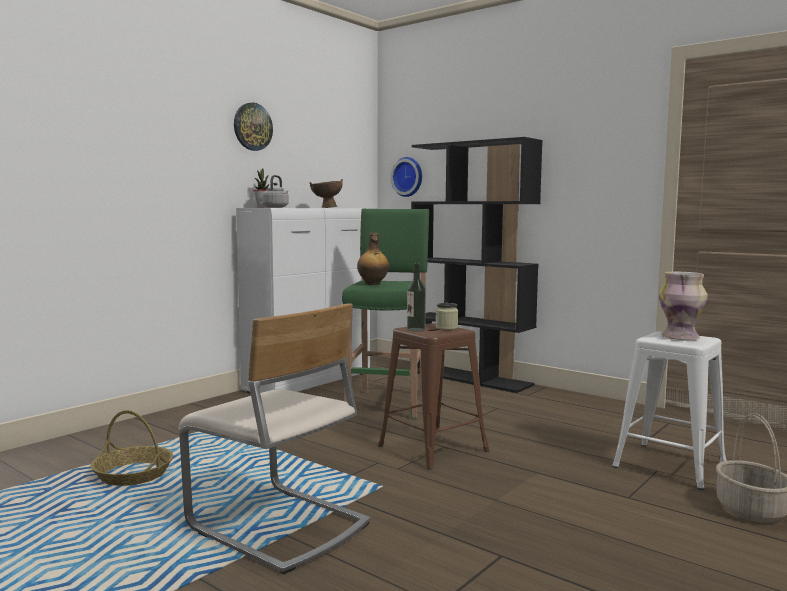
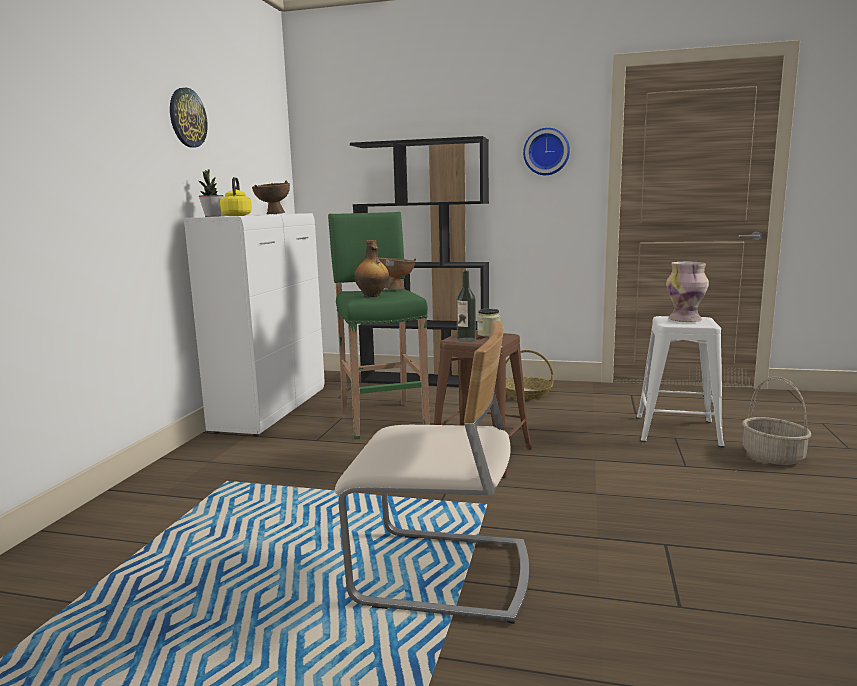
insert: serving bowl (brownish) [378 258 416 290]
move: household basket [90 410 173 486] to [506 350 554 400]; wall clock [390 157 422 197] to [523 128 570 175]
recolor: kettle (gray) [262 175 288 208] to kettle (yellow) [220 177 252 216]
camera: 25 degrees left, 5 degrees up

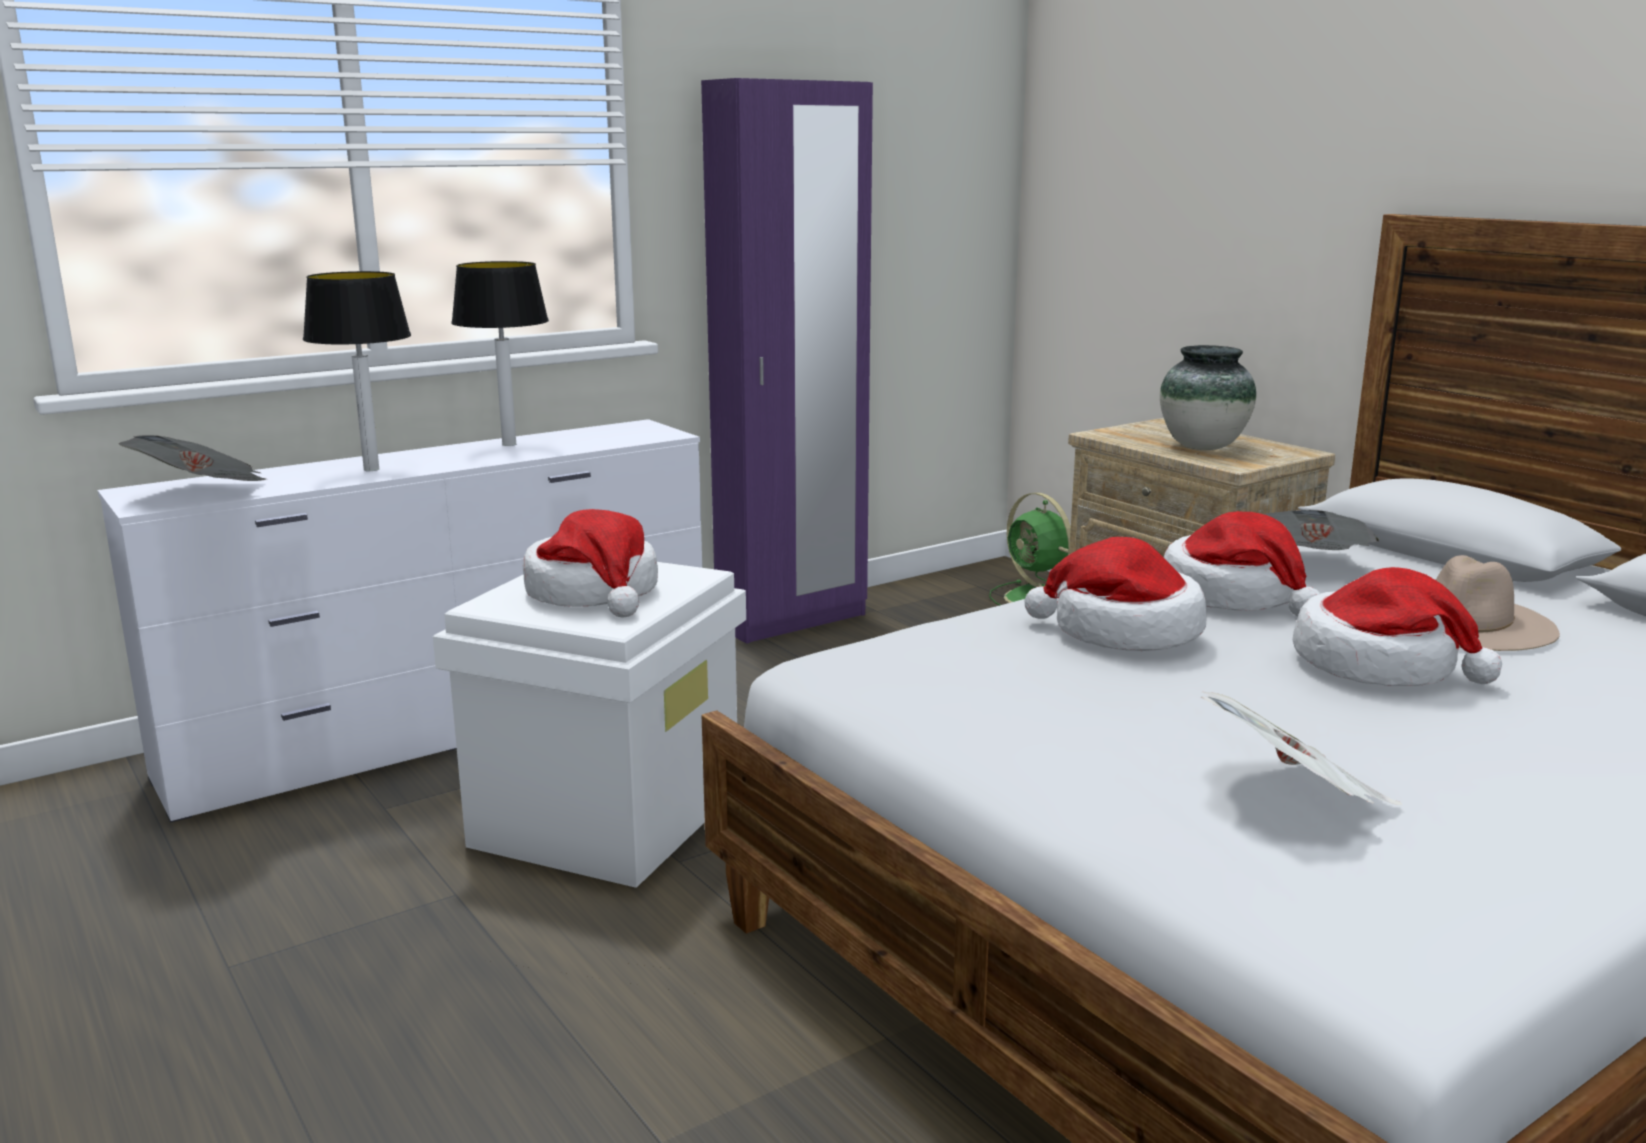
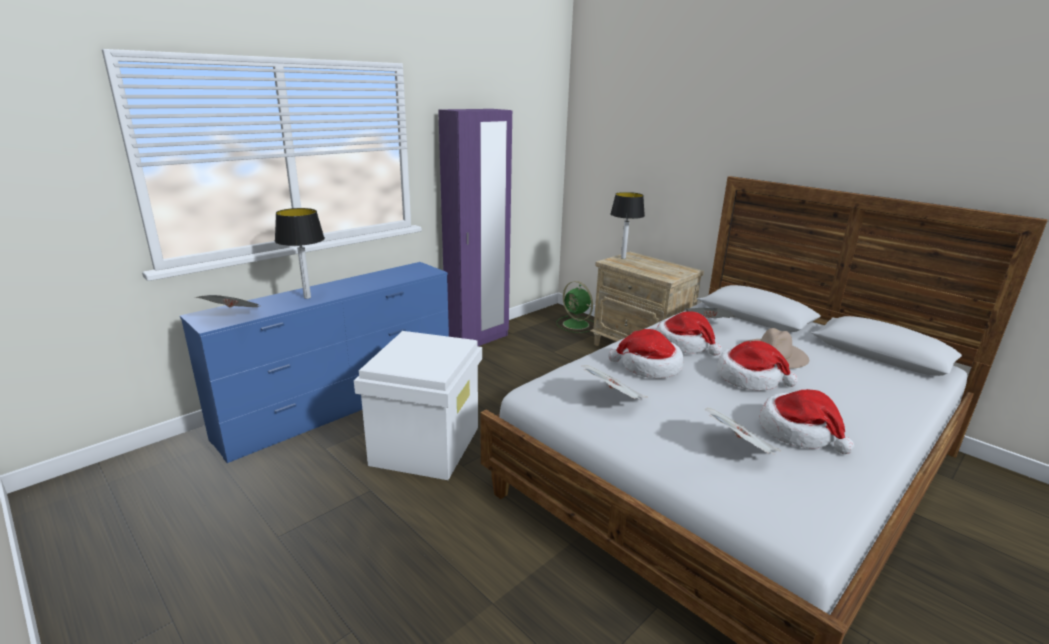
delete: decorative vase [1160 345 1256 450]
insert: daily paper [582 365 648 400]
move: tabletop lamp [451 261 549 446] to [610 192 645 259]; hat [523 509 658 618] to [759 389 854 454]
recolor: drawer chest (whitish) [97 419 702 823] to drawer chest (blue-coloured) [180 262 449 463]
camera: 10 degrees left, 5 degrees up

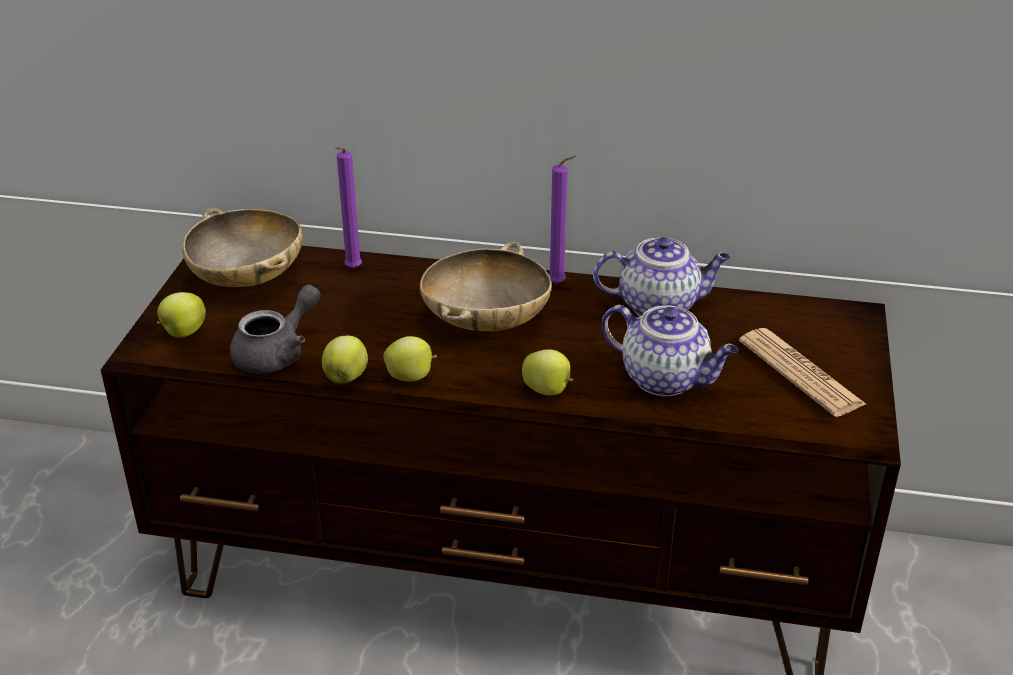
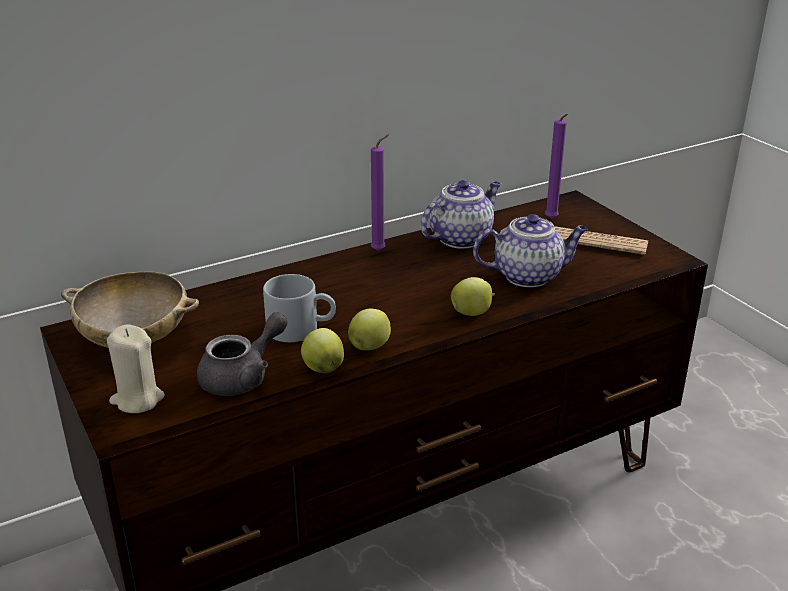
delete: serving bowl (beige-coloured) [420 242 552 331]
insert: tea mug (gray) [263 274 336 342]
move: wax light (purple-coloured) [335 147 362 269] to [545 114 568 219]
replace: apple [157 292 206 337] to wax light (beige-coloured) [107 325 165 413]
rotate: tea pot (gray) [230 284 320 373] = [197 312 288 396] 45 degrees clockwise
camera: 40 degrees left, 5 degrees down

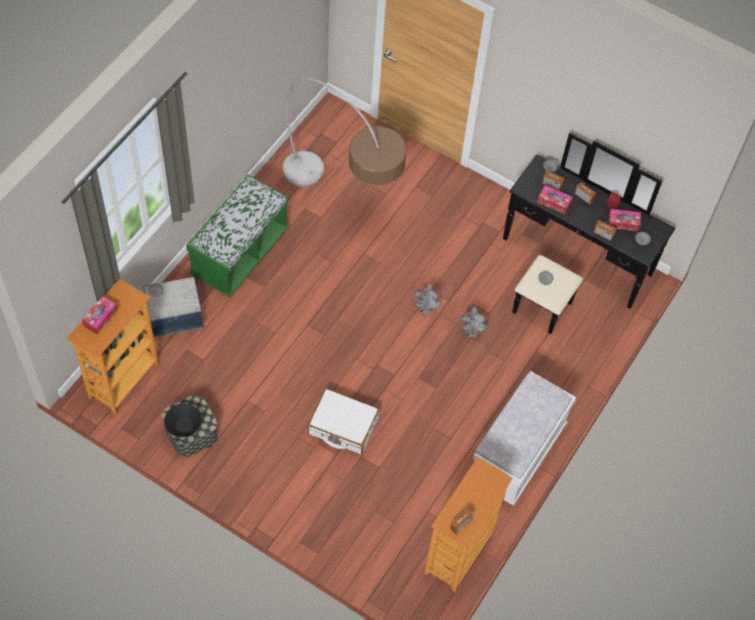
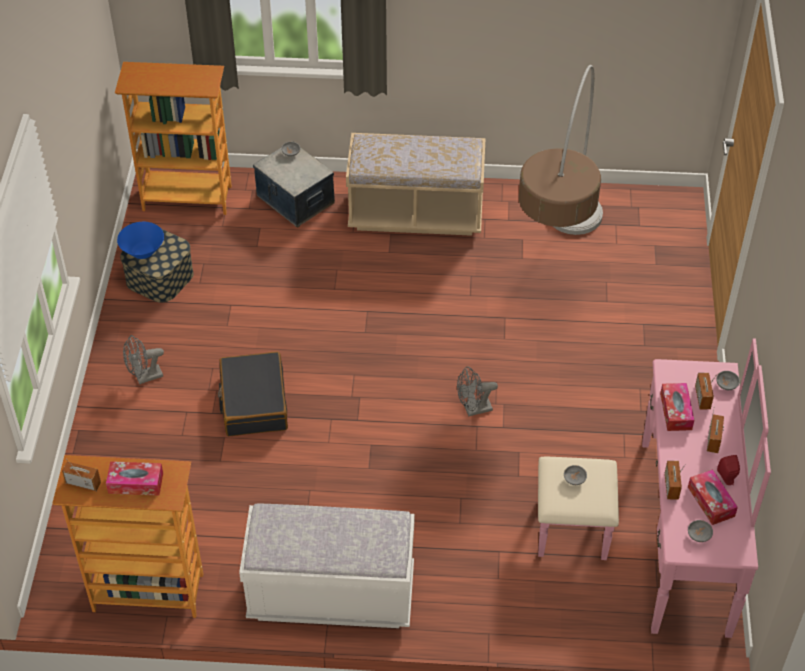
move: tissue box [82 296 118 334] to [106 461 163 496]; electric fan (gray) [458 307 489 337] to [123 335 164 384]
recolor: serving bowl (black-coloured) [164 404 202 437] to serving bowl (blue-coloured) [117 222 164 259]; indoor bench (green-coloured) [186 174 289 297] to indoor bench (beige-coloured) [346 133 486 236]; piece of luggage (whitish) [308 388 379 454] to piece of luggage (black-coloured) [218 352 288 436]; drawer chest (black-coloured) [503 133 675 334] to drawer chest (pink) [538 338 771 638]
camera: 65 degrees right, 10 degrees down

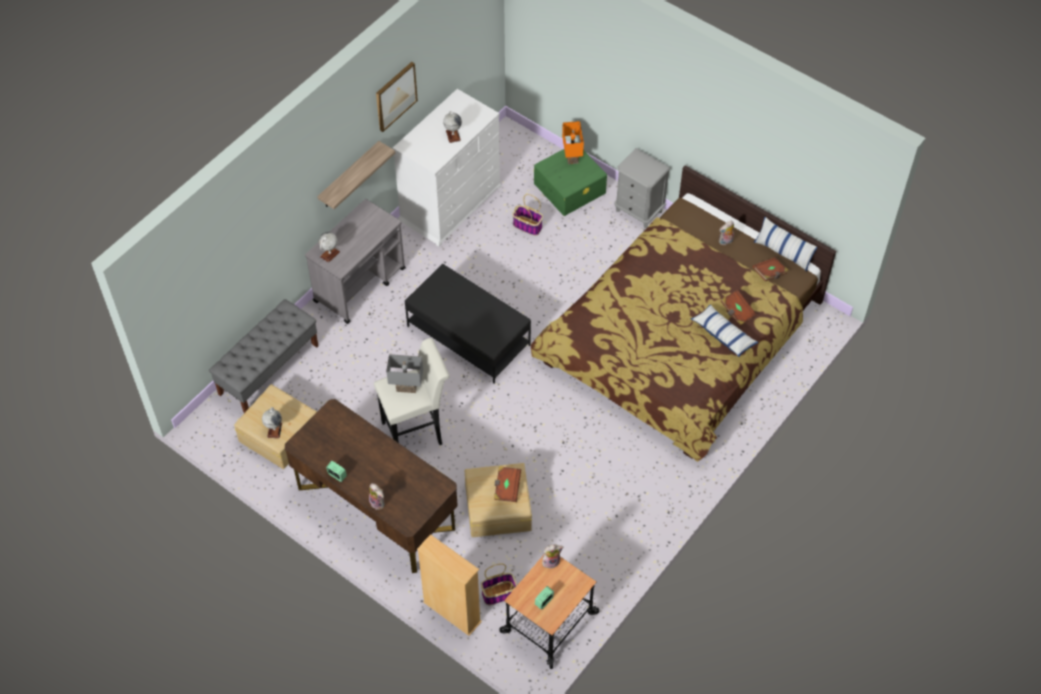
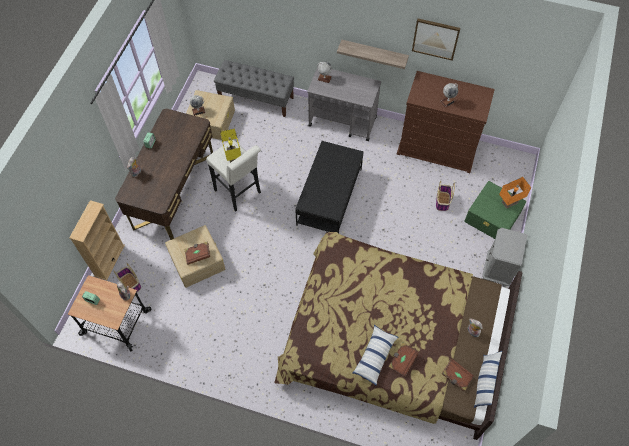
recolor: tabletop lamp (gray) [386 354 423 393] to tabletop lamp (yellow) [220 128 241 163]; drawer chest (whitish) [392 89 502 247] to drawer chest (brownish) [396 71 495 173]
camera: 70 degrees right, 5 degrees up

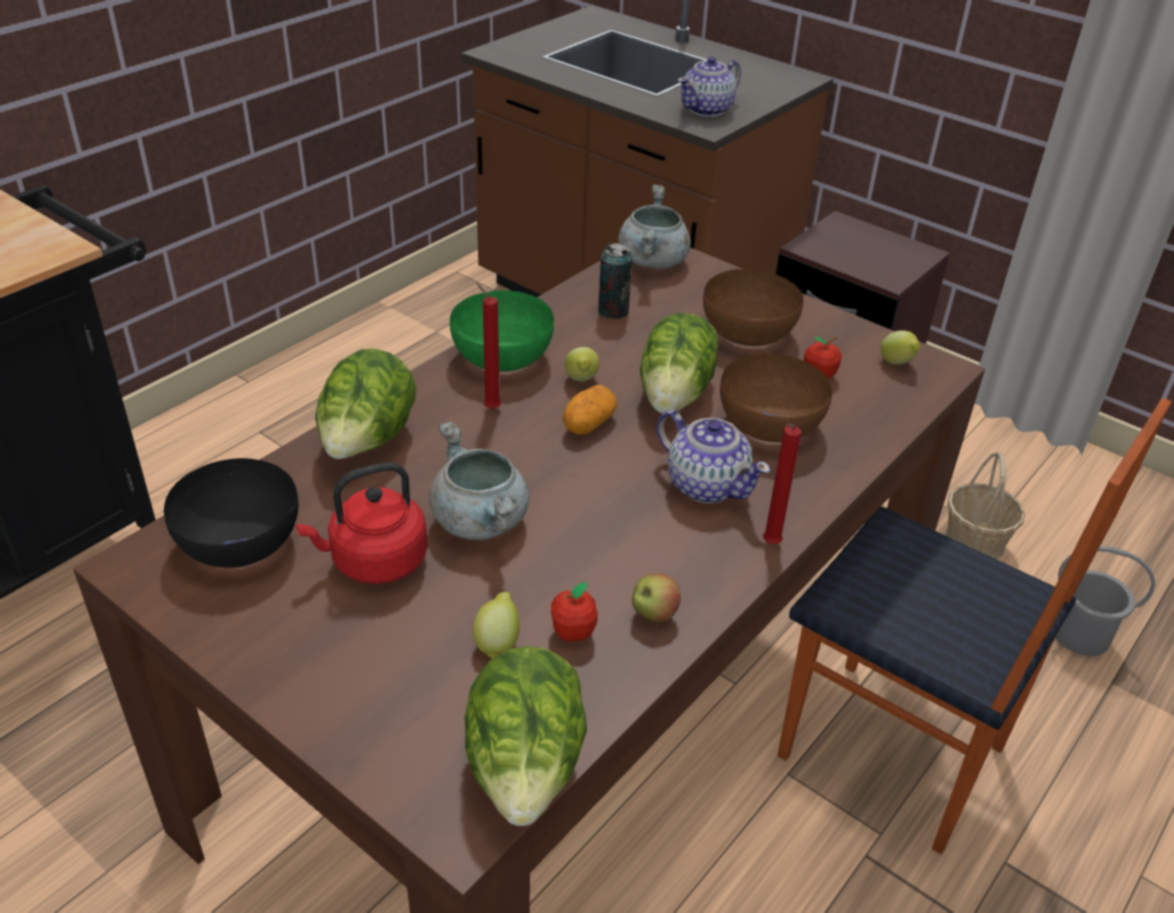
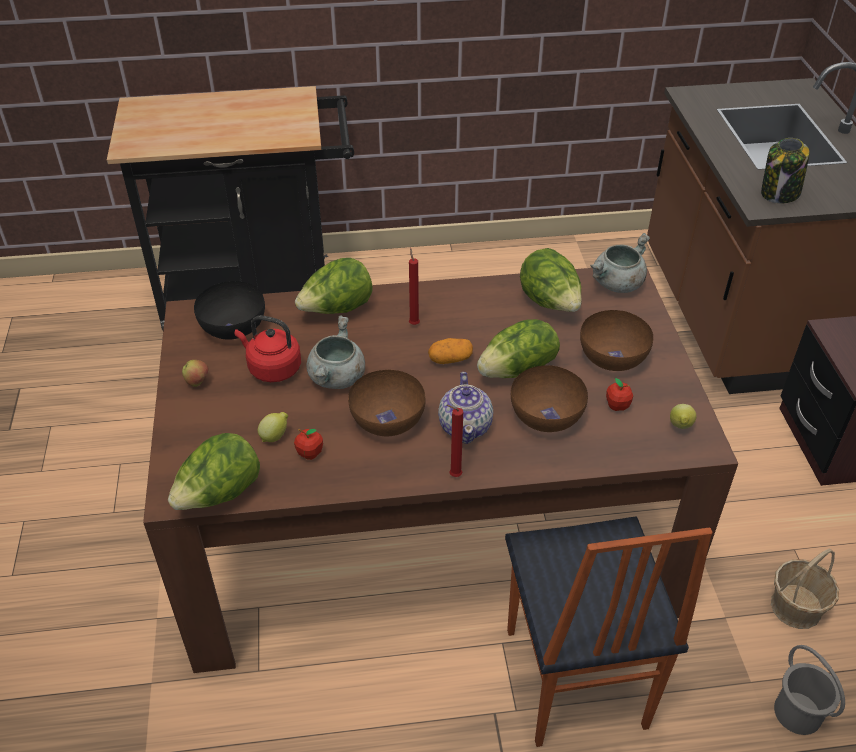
delete: serving bowl (green-coloured) [450 290 554 372]; lemon [565 347 600 382]
insert: serving bowl (brownish) [348 370 426 436]
move: apple [632 573 681 622] to [182 360 209 387]
replace: can [598 243 632 319] to lettuce head [520 248 582 312]; tea pot [678 56 741 117] to storage jar [761 138 810 204]
camera: 45 degrees right, 5 degrees up

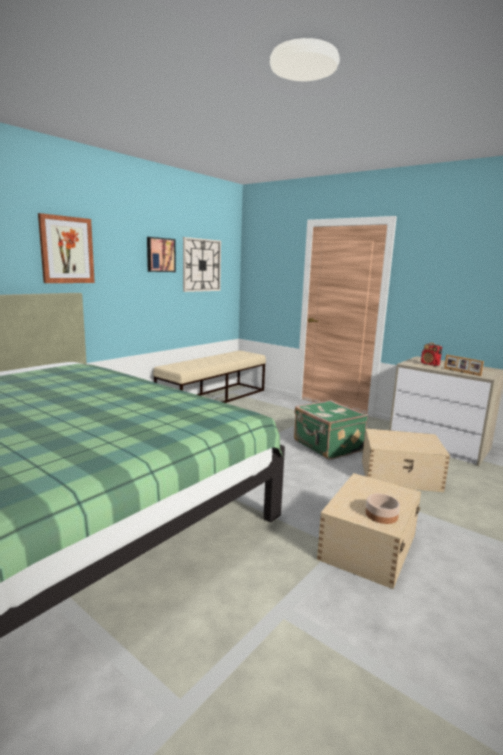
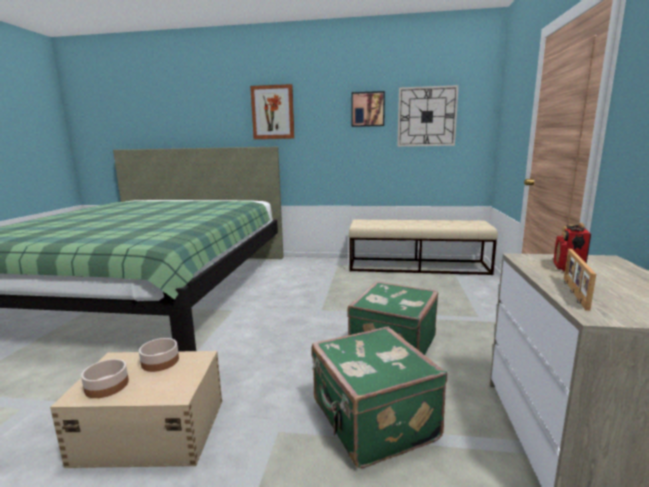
insert: serving bowl [139 338 179 372]
replace: storage bin (beige-coloured) [362 428 450 492] to piece of luggage (green-coloured) [311 327 447 468]
camera: 60 degrees right, 0 degrees up

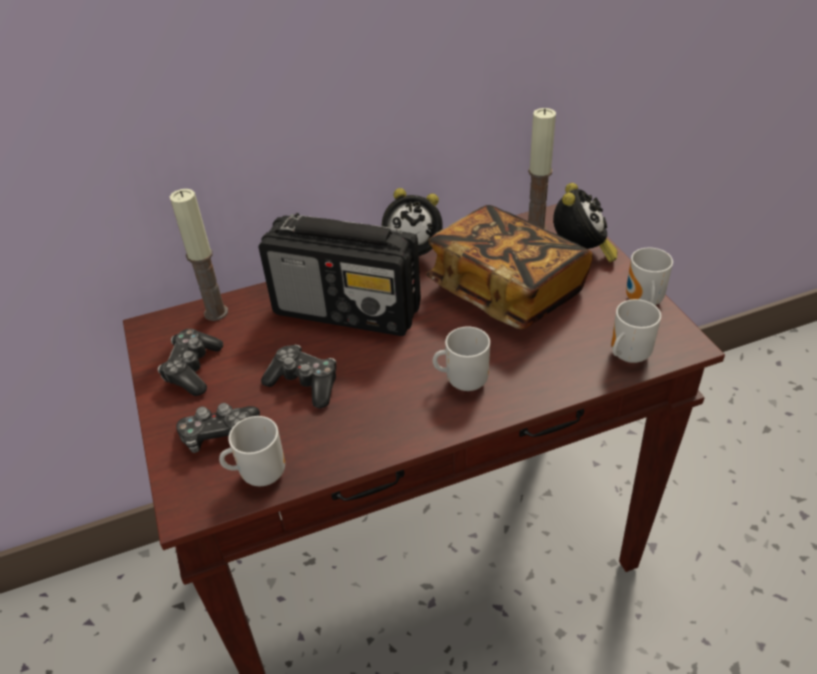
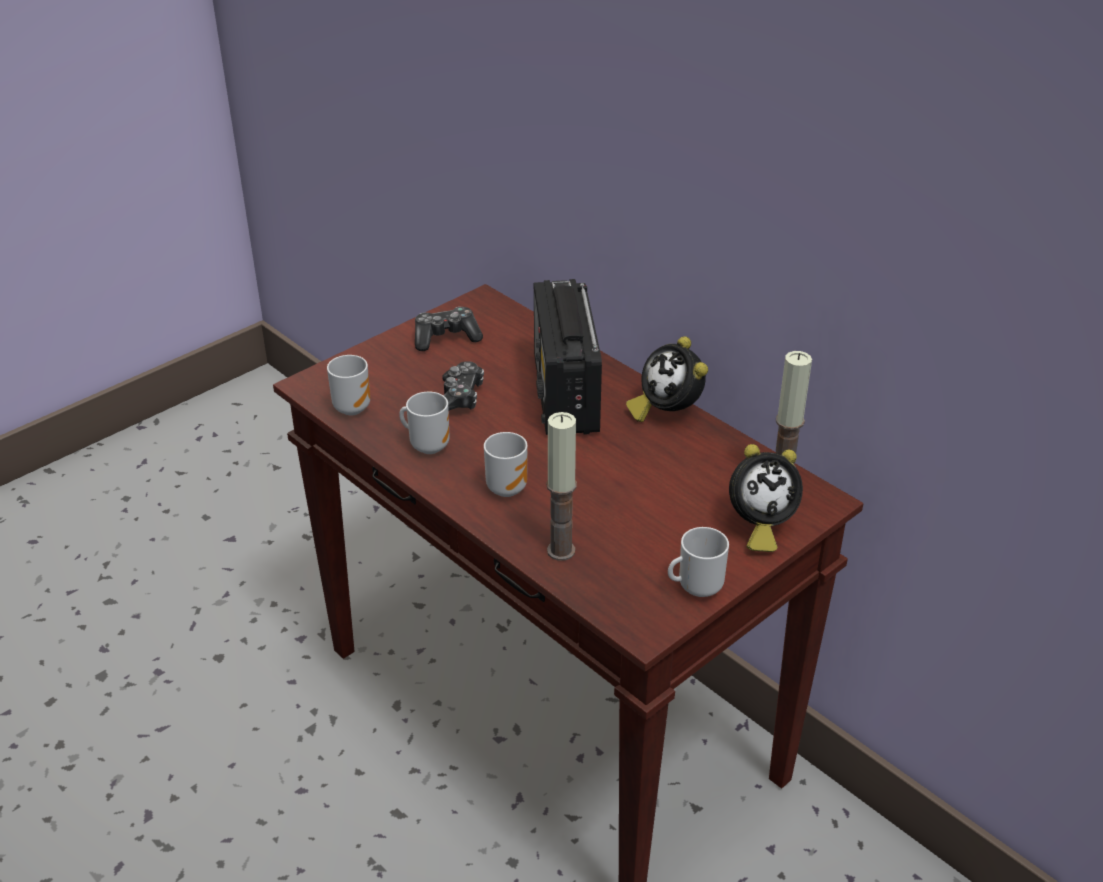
delete: game controller [176 403 260 453]; volume [426 205 593 329]
move: wax light [170 189 228 321] to [546 412 577 561]; tea mug [611 299 661 363] to [399 392 450 454]
camera: 65 degrees right, 5 degrees down

